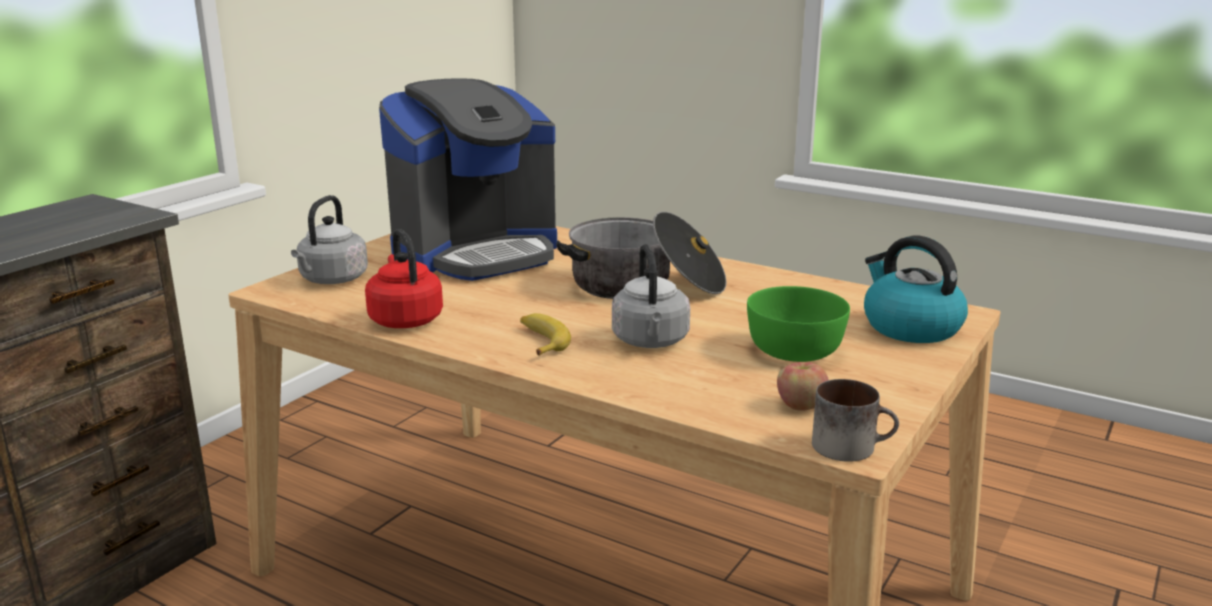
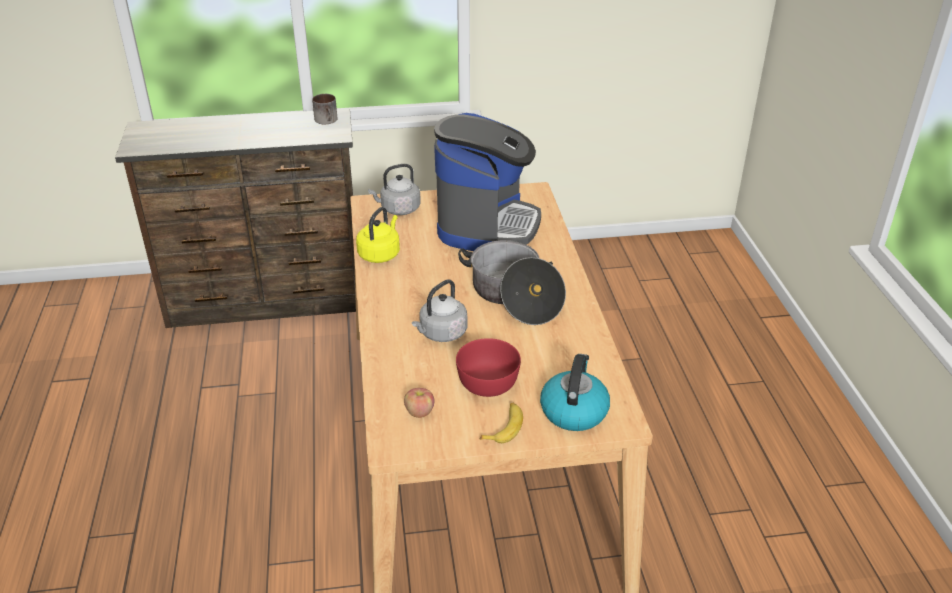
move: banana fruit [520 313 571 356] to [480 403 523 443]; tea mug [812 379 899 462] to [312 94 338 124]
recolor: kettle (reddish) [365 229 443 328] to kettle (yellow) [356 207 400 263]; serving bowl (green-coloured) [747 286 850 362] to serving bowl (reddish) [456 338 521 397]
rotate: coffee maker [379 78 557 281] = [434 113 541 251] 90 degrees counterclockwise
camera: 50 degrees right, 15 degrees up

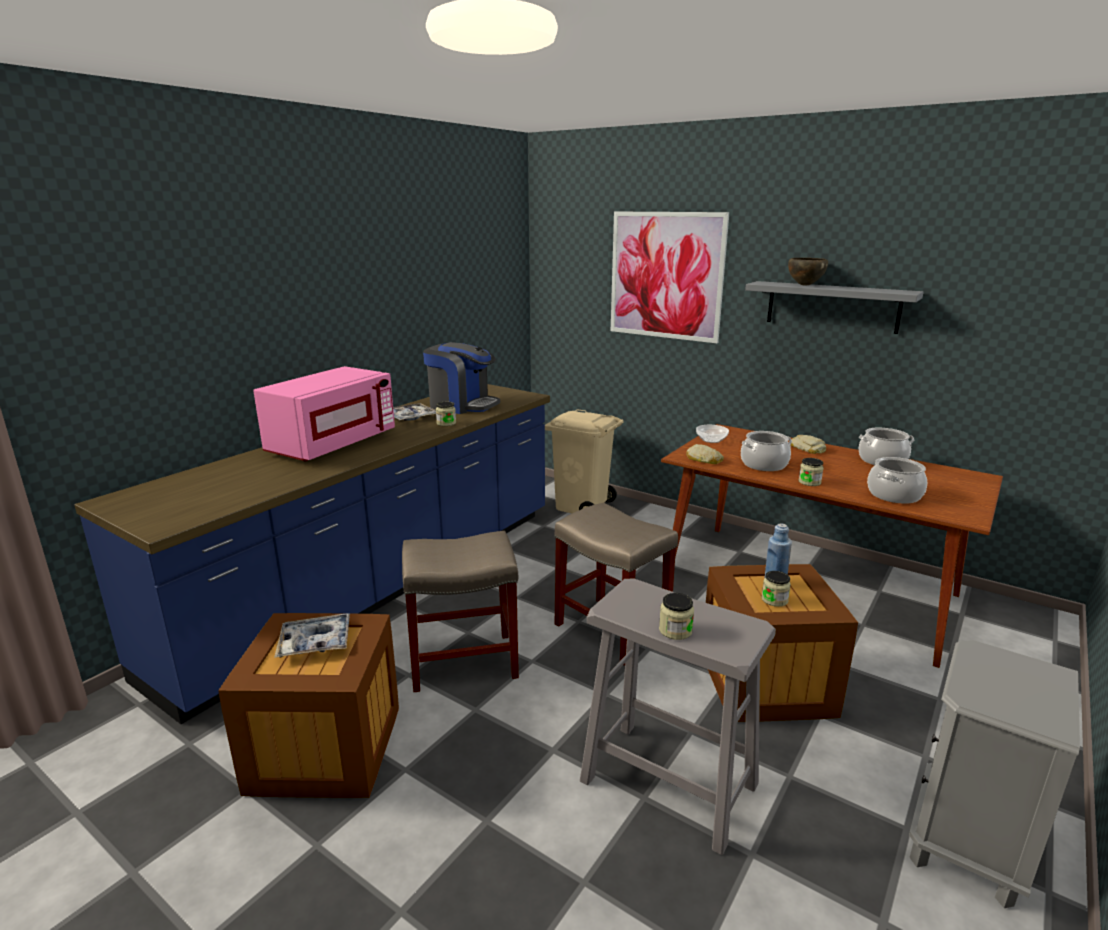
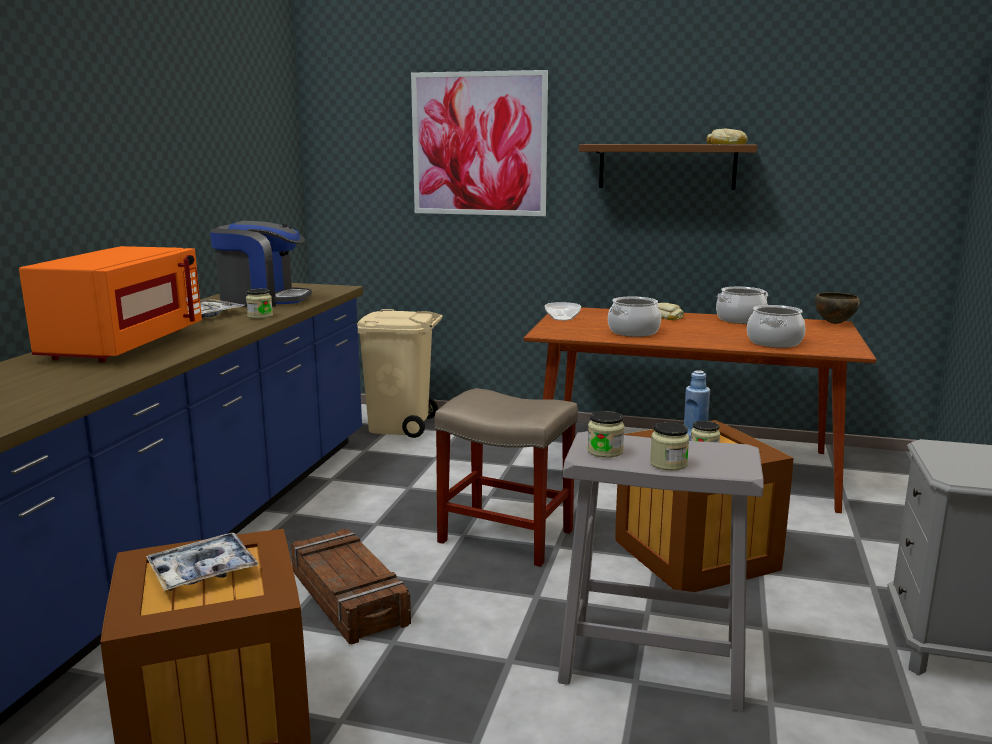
move: baked bread [686 444 724 464] to [707 128 747 144]; serving bowl (brownish) [788 258 828 286] to [815 293 860 324]; storage jar [799 458 824 486] to [587 411 625 458]
replace: sitting stool (beige-coloured) [402 531 519 692] to packing crate [291 529 411 645]
recolor: kitchen microwave (pink) [253 366 395 461] to kitchen microwave (orange-coloured) [19 246 202 362]; wall shelf (gray) [745 281 924 334] to wall shelf (brownish) [579 144 757 190]
camera: 20 degrees left, 5 degrees down

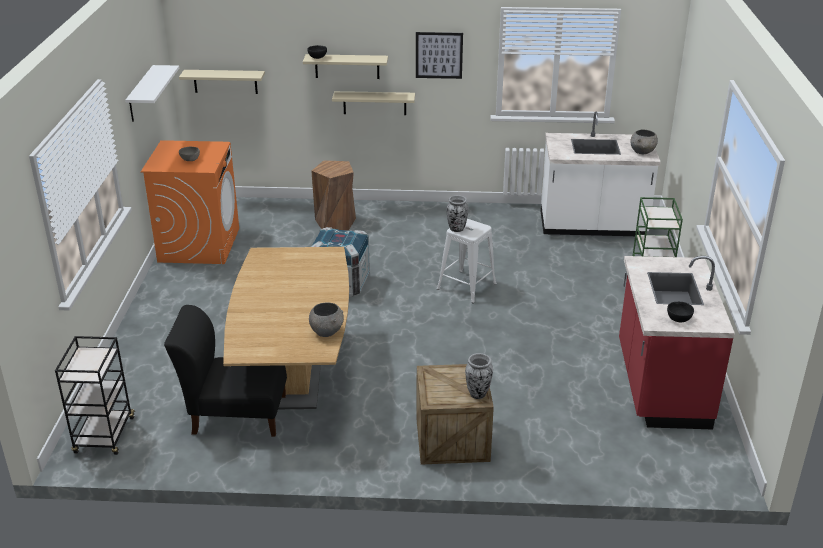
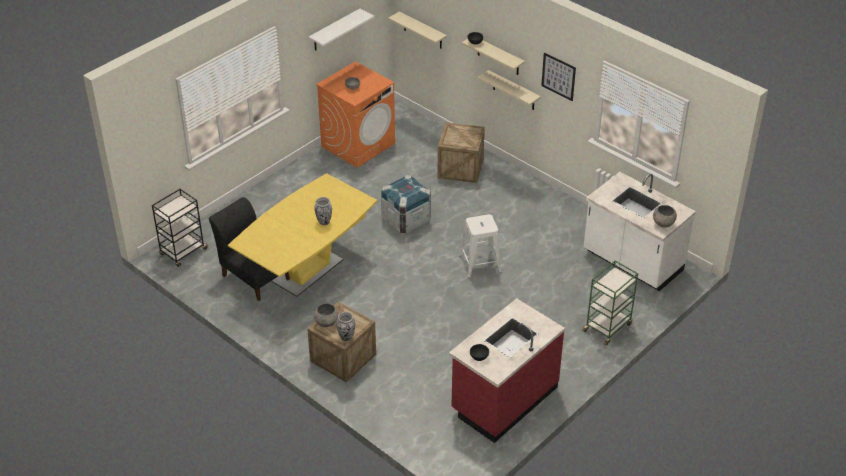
move: serving bowl (gray) [309 303 344 337] to [314 303 338 327]; decorative vase [446 195 469 232] to [314 197 332 225]
replace: sitting stool (brownish) [312 160 356 230] to packing crate [438 122 485 183]
recolor: kitchen table (brownish) [223 247 349 409] to kitchen table (yellow) [228 173 377 297]
camera: 40 degrees right, 10 degrees up

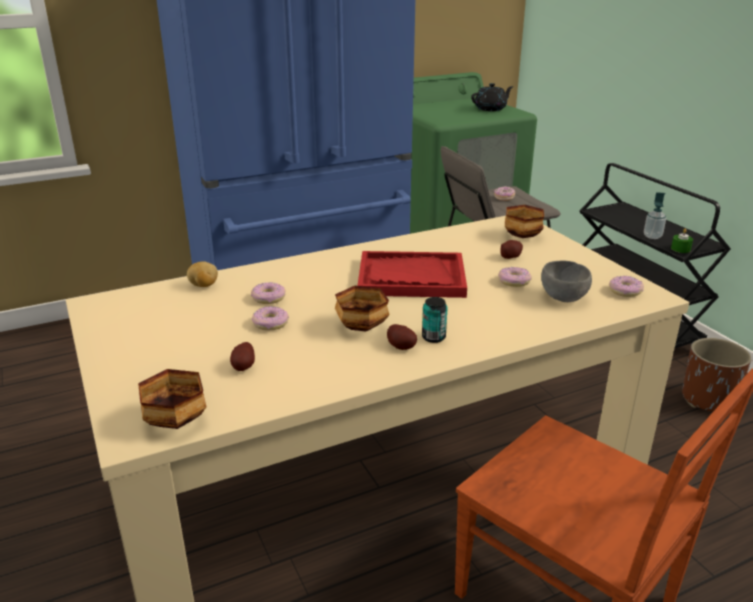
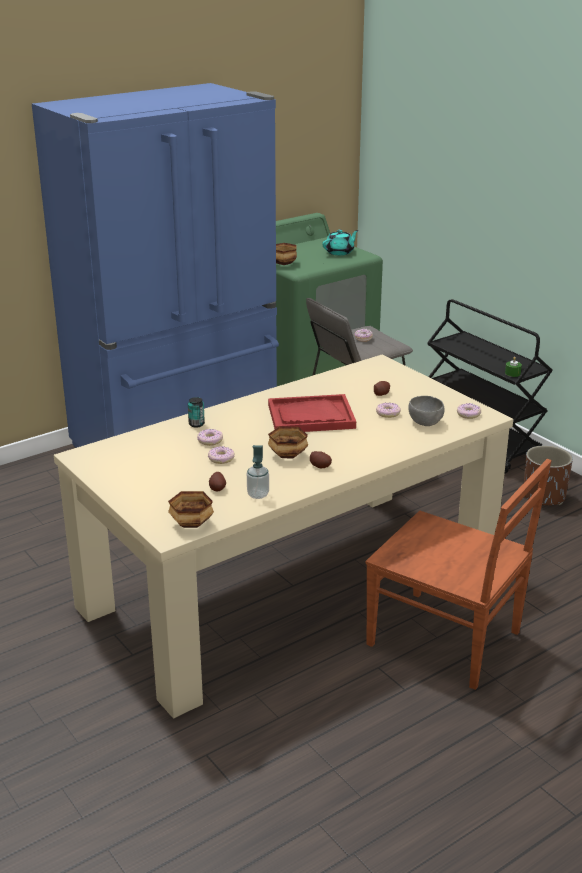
delete: spud [187 262 218 287]
move: can [422 297 447 343] to [188 397 205 428]; serving bowl [505 205 544 238] to [276 243 297 265]; soap dispenser [644 192 666 239] to [247 445 269 499]
recolor: tea pot (black-coloured) [471 83 514 111] to tea pot (turquoise) [322 230 359 255]
camera: 10 degrees left, 0 degrees up

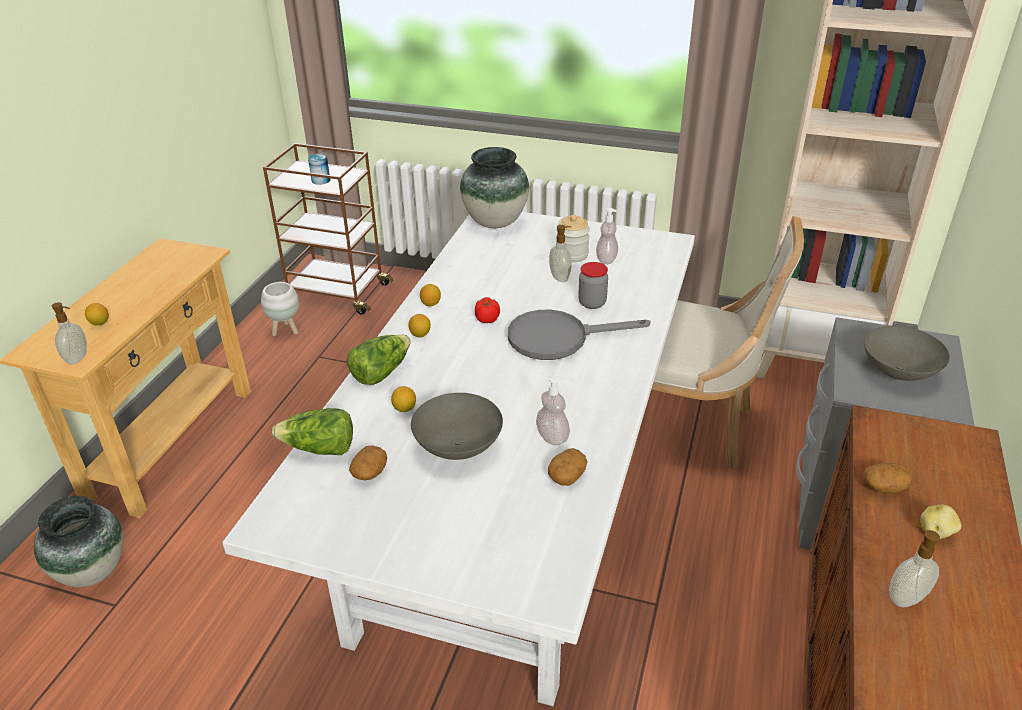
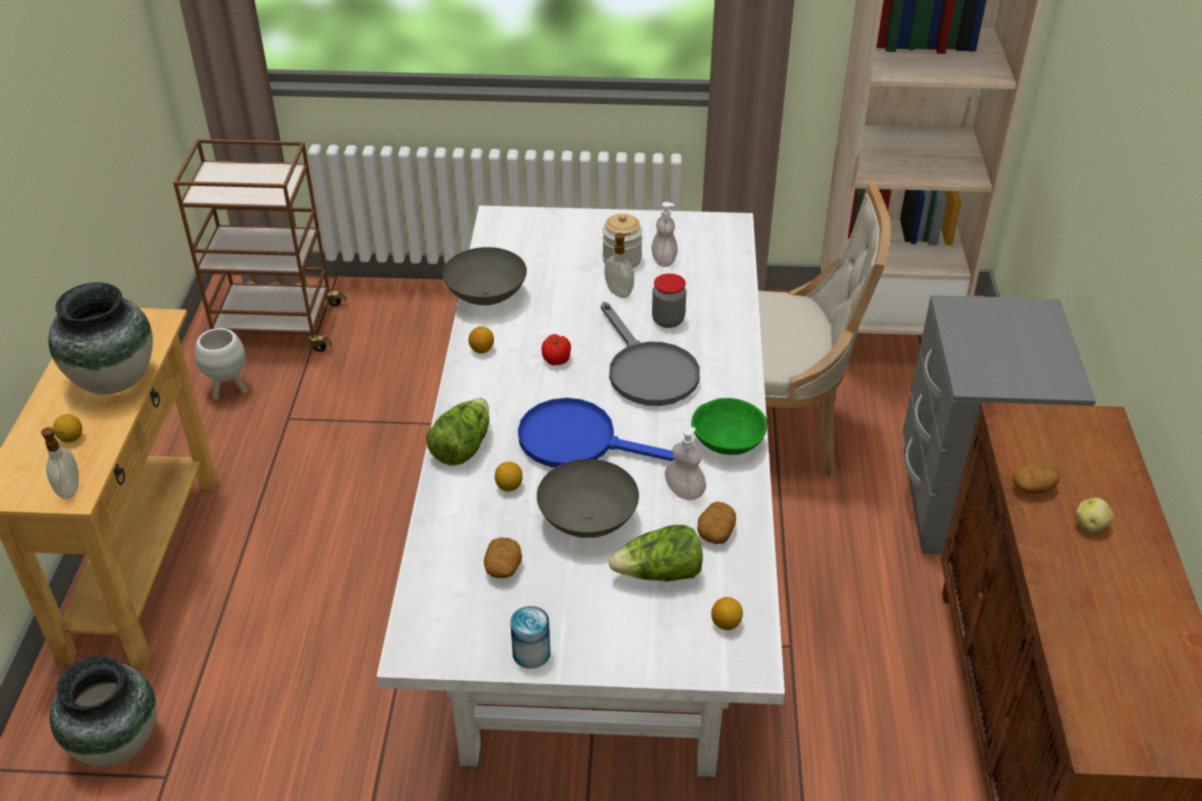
delete: soap dispenser [889 525 940 607]
insert: skillet (blue-coloured) [518 398 674 468]; serving bowl (green-coloured) [691 398 767 455]
move: lettuce head [272 408 353 455] to [609 525 703 582]; can [308 154 330 185] to [510 606 550 669]; lemon [409 314 431 338] to [711 597 743 630]; decorative vase [460 147 529 228] to [48 282 153 395]; serving bowl (gray) [864 326 950 381] to [443 247 527 305]
rotate: skillet (gray) [508 310 651 360] = [601 302 700 406] 90 degrees counterclockwise
camera: 15 degrees left, 5 degrees up

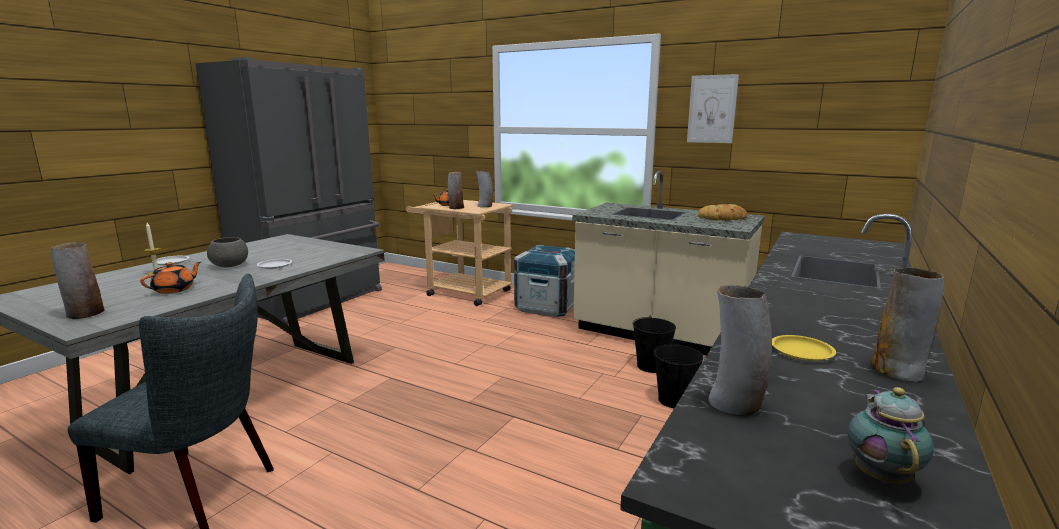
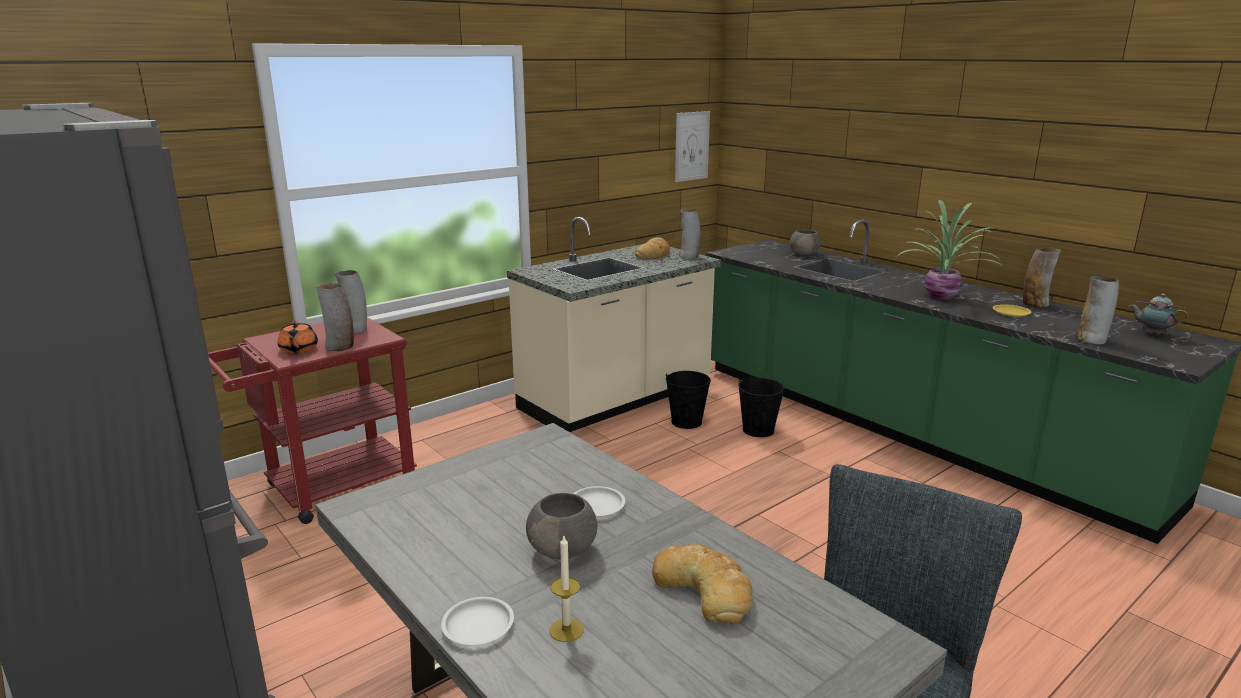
delete: packing crate [514 245 575 317]
insert: serving bowl (gray) [790 230 821 255]; houseplant [898 200 1001 300]
move: decorative vase [51 242 105 319] to [679 209 701 259]; wall art [687 74 739 143] to [675 111 710 182]
replace: tea pot (orange-coloured) [140 262 201 294] to baked bread [652 544 753 625]
recolor: cart (beige-coloured) [406 200 513 306] to cart (reddish) [208 317 417 524]
camera: 70 degrees left, 5 degrees up

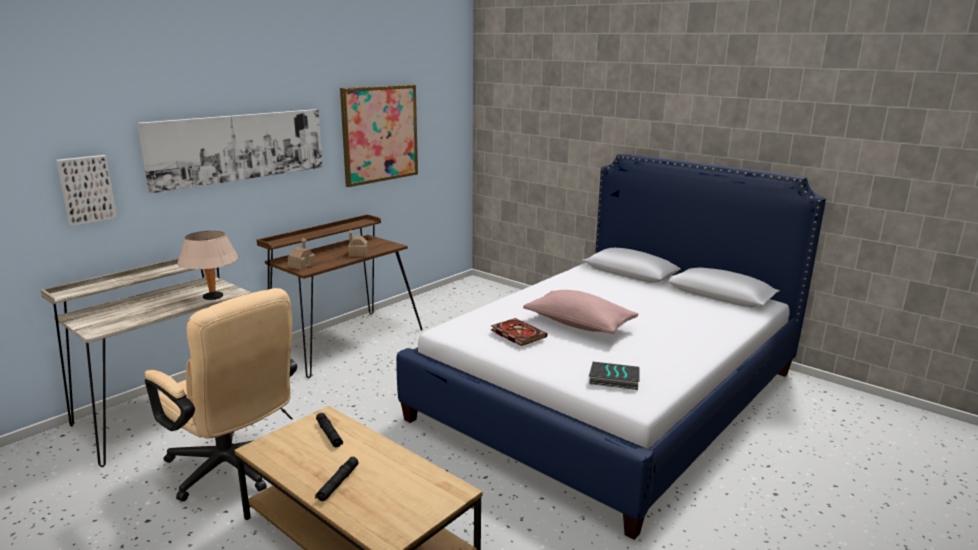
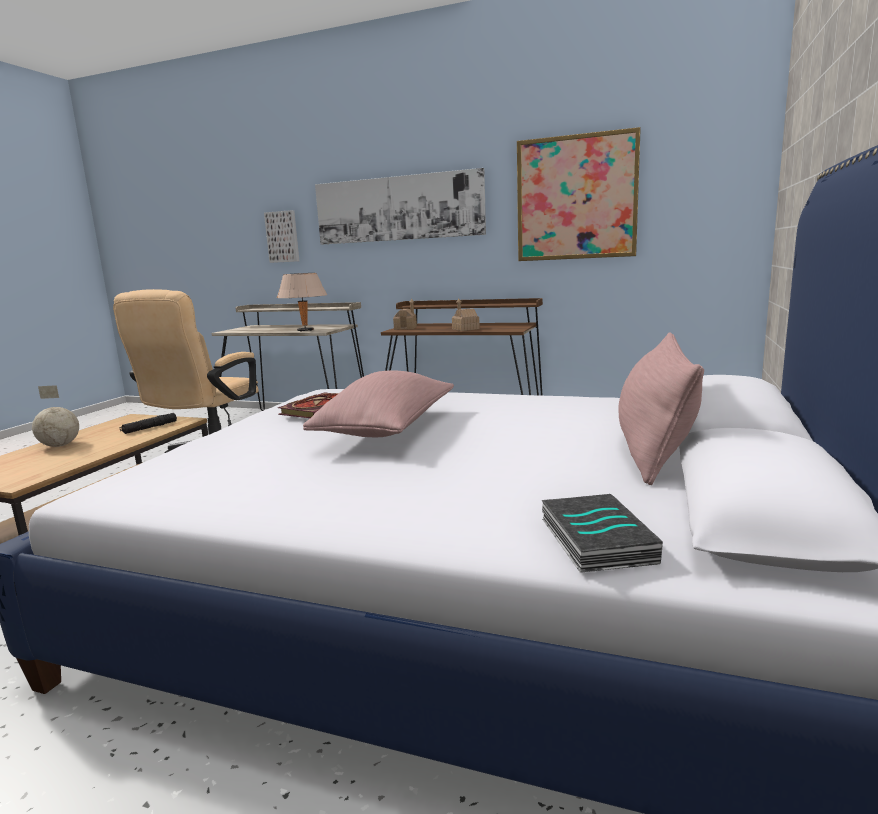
insert: throw pillow (pink) [618 332 704 485]
move: volume [589 362 639 390] to [542 494 663 573]
replace: flashlight (black-coloured) [315 457 359 501] to world globe [32 385 79 447]
camera: 70 degrees right, 5 degrees down

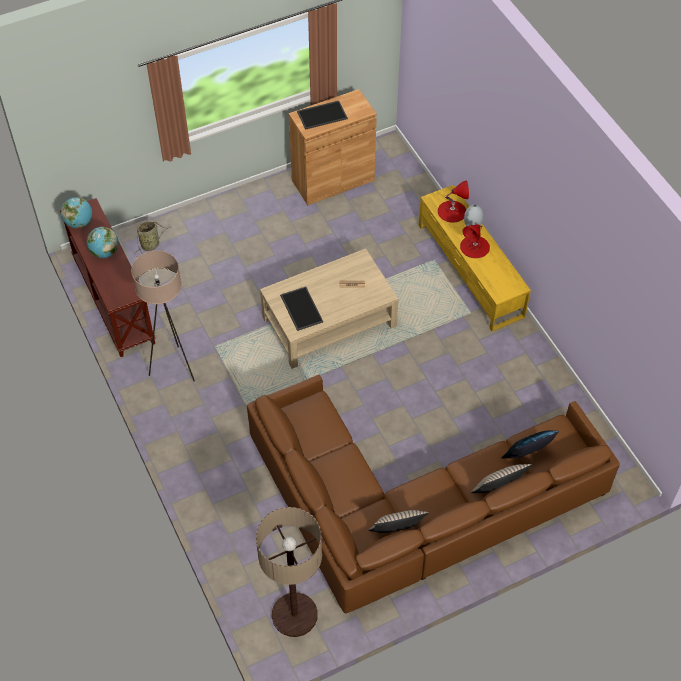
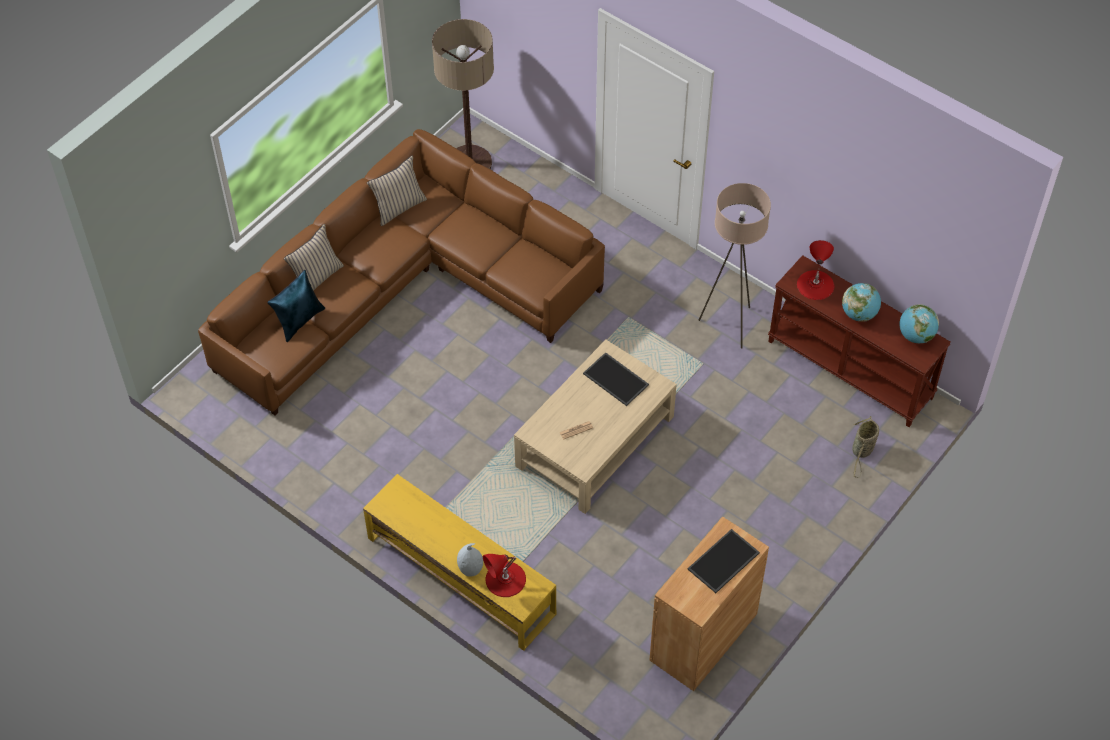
move: tabletop lamp (reddish) [460 224 490 258] to [797 240 834 300]
camera: 155 degrees right, 0 degrees up

